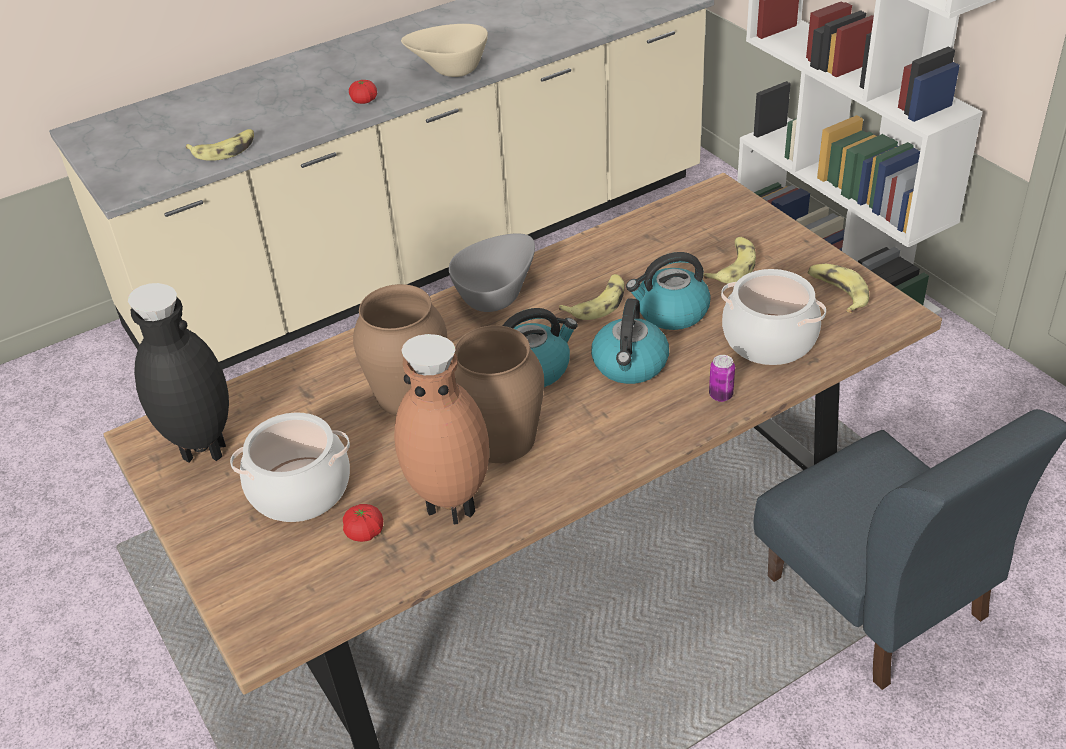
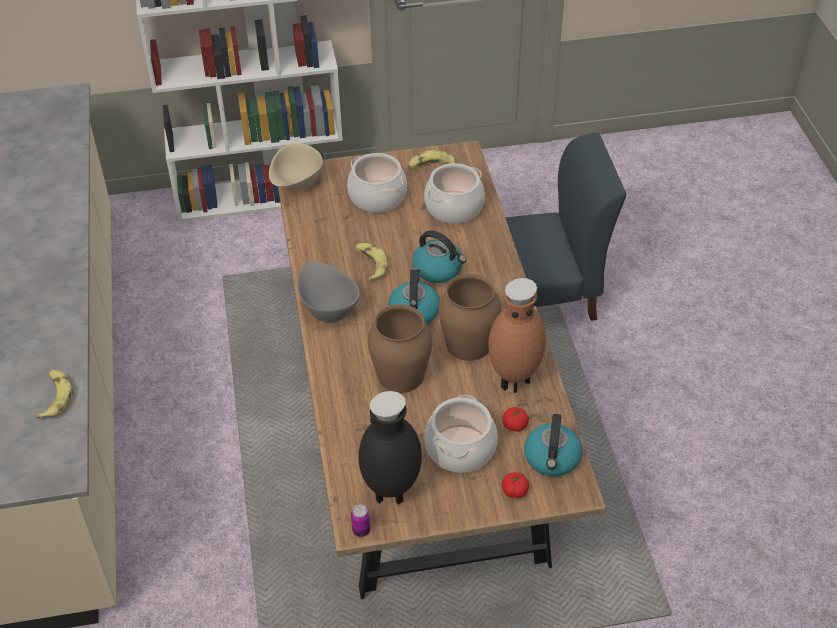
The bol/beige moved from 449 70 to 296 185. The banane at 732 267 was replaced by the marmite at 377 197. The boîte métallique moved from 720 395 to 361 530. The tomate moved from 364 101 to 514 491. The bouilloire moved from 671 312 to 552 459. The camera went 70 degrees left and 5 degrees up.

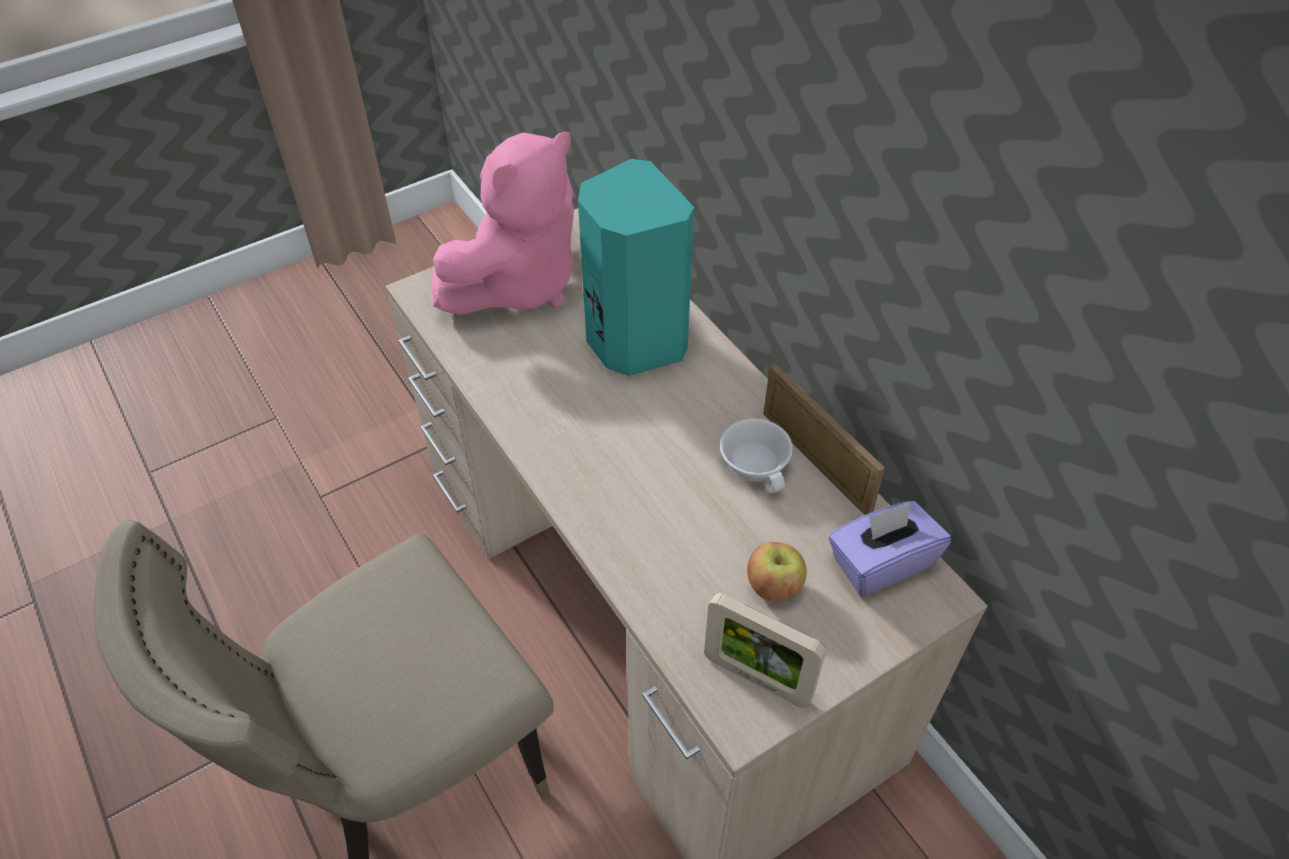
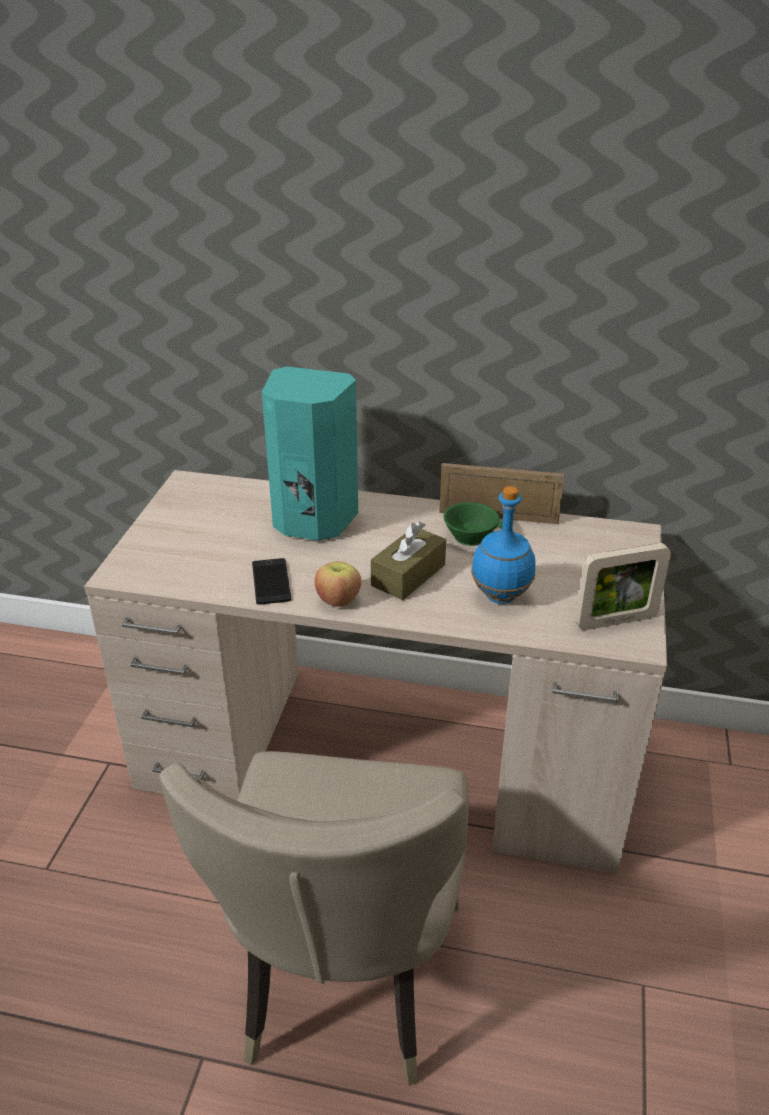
The téléphone at 271 582 appeared. The pomme moved from 774 586 to 338 599. The boîte à mouchoirs/marron at 408 575 appeared. The tasse/blanc at 757 466 became the tasse/vert at 472 536. The bouteille/bleu at 501 595 appeared. The peluche/rose at 518 283 disappeared. The boîte à mouchoirs/violet at 880 563 disappeared. The camera went 45 degrees left and 15 degrees down.

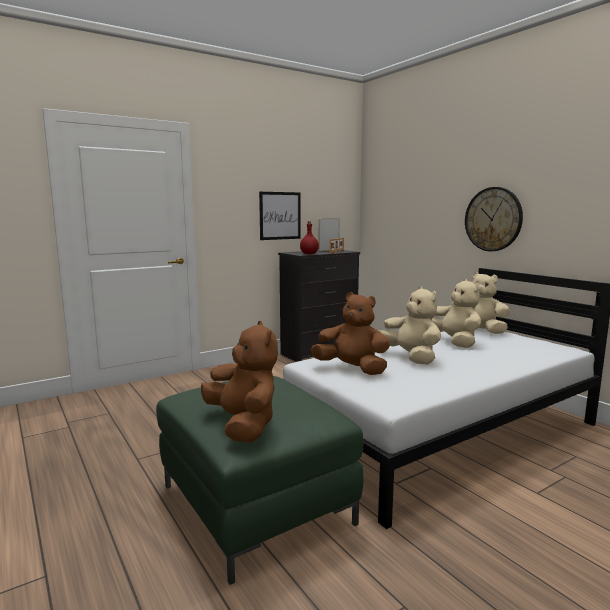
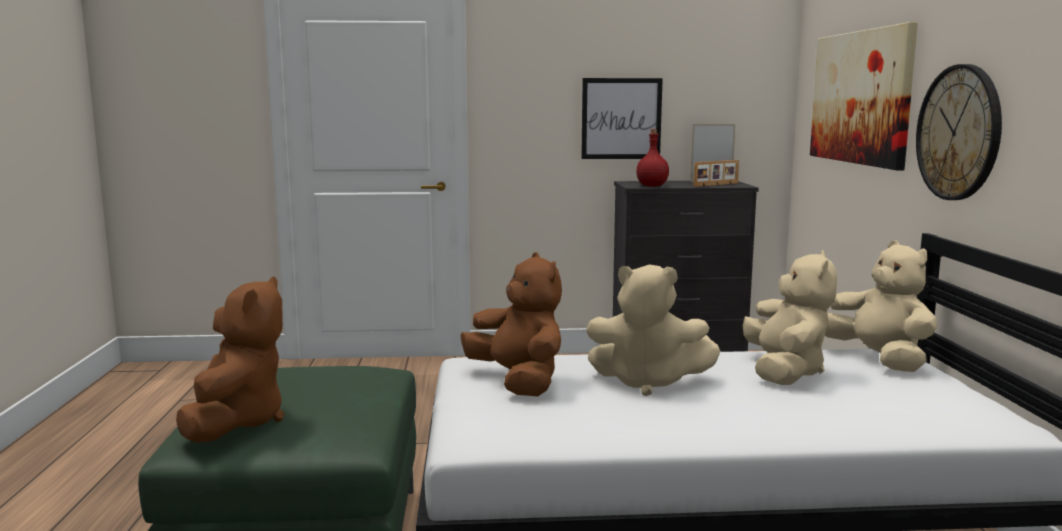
The peluche/beige at 411 357 turned 105 degrees clockwise. The tableau at 860 97 appeared. The camera went 30 degrees right and 0 degrees up.

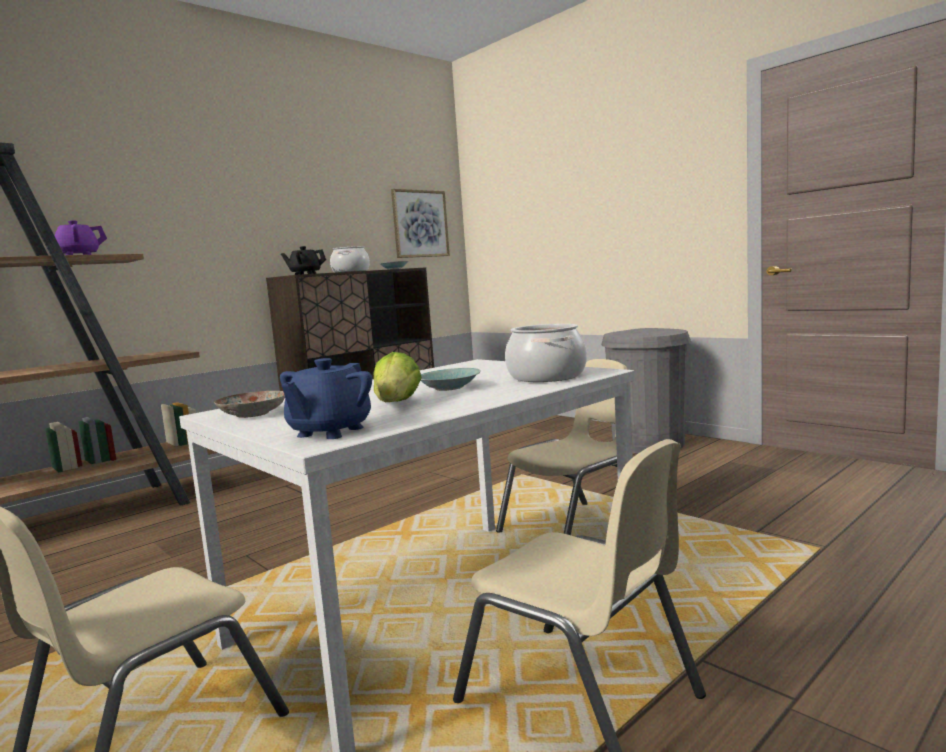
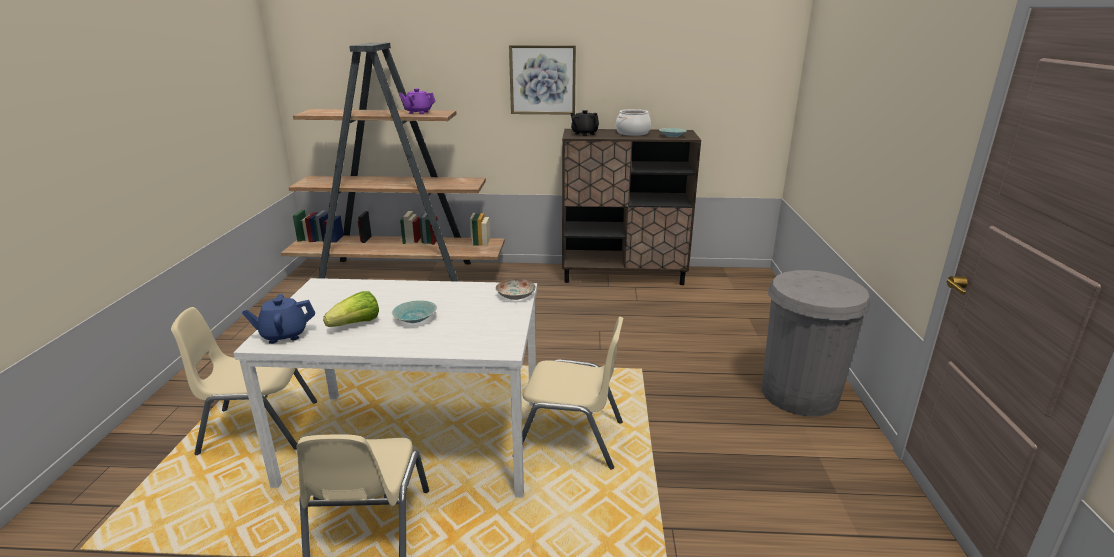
The assiette moved from 253 414 to 516 296. The tableau moved from 420 224 to 542 80. The marmite at 547 376 disappeared. The camera went 45 degrees right and 15 degrees up.

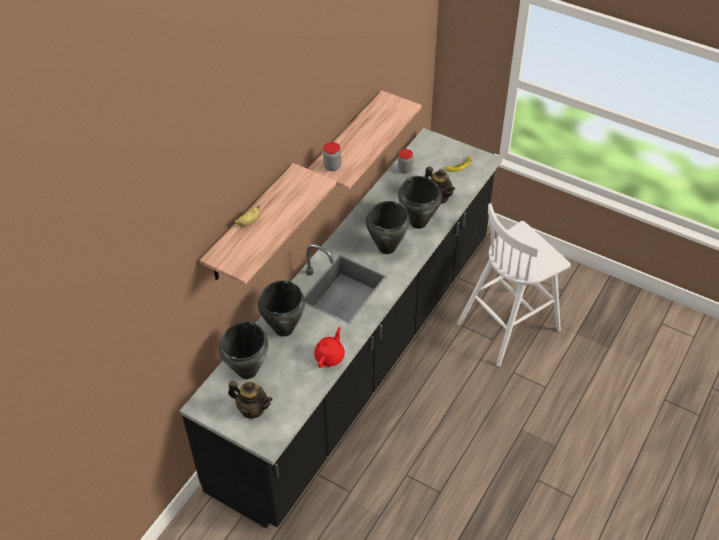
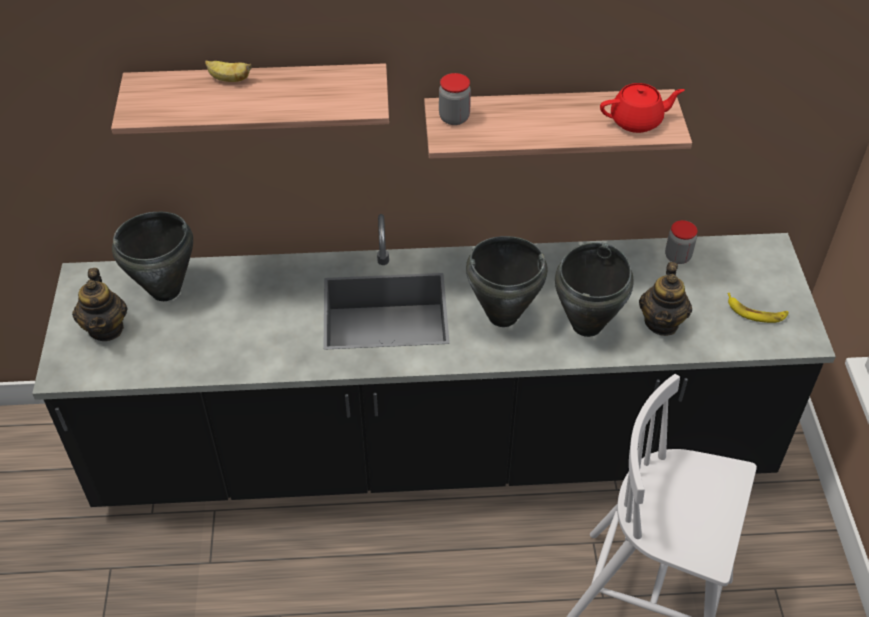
The théière/rouge moved from 330 356 to 637 121. The marmite/noir at 283 329 disappeared. The camera went 55 degrees right and 0 degrees up.

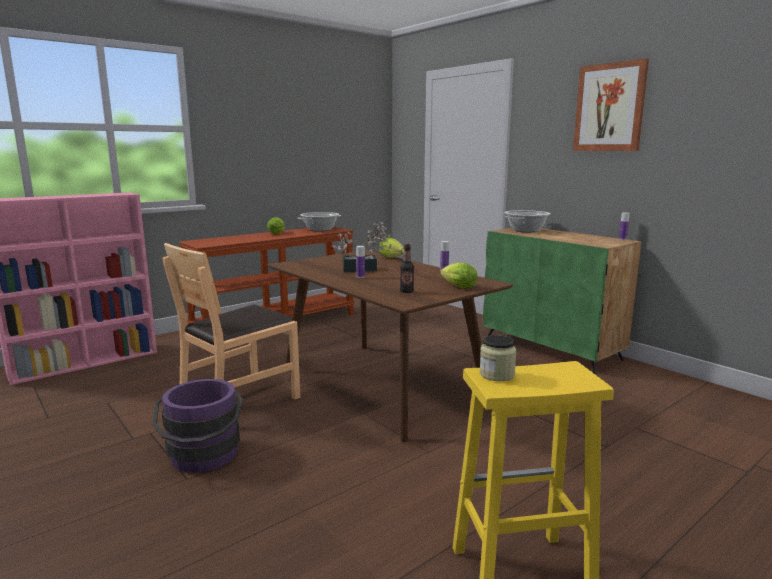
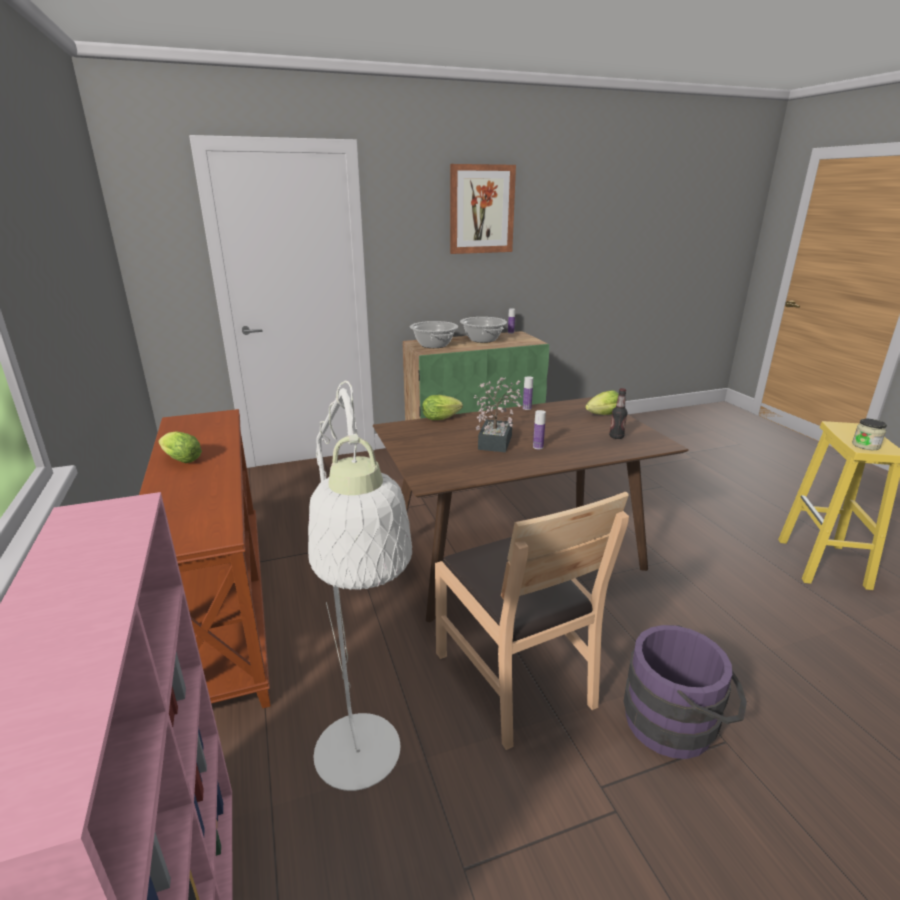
The lampadaire/blanc at 363 770 appeared. The marmite moved from 320 229 to 483 339. The camera went 70 degrees left and 10 degrees up.

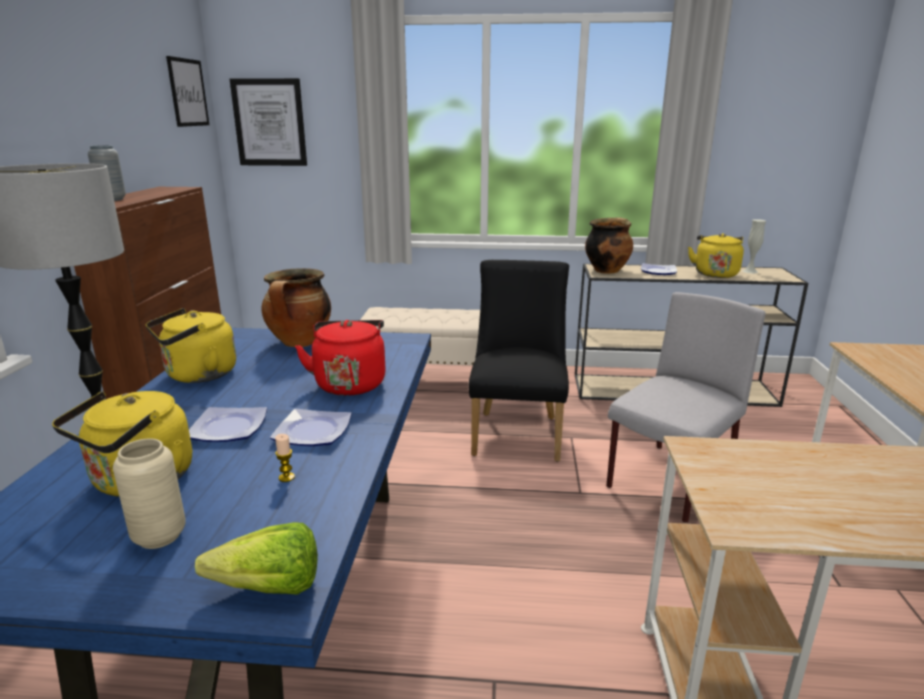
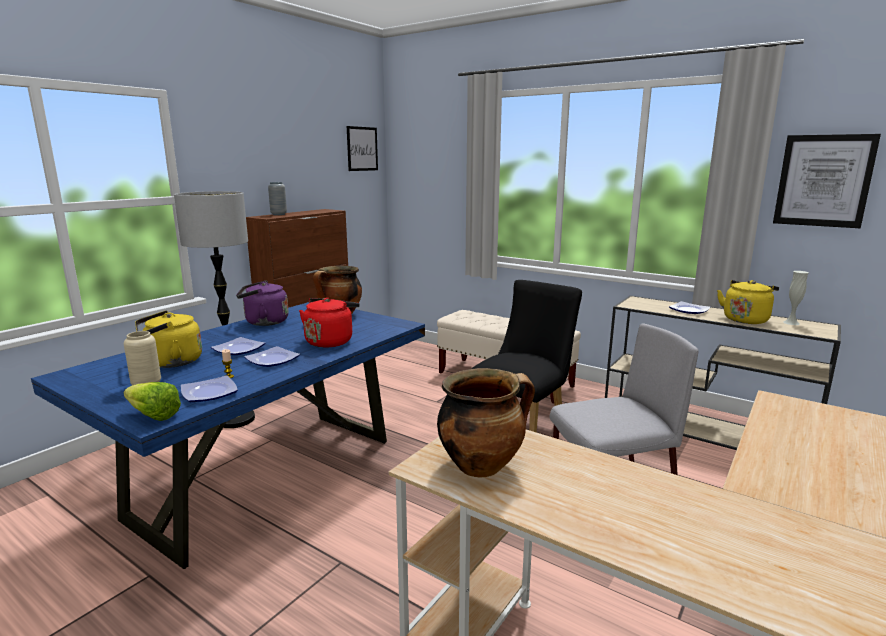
The assiette at 210 393 appeared. The bouilloire/jaune at 197 375 became the bouilloire/violet at 264 322. The marmite moved from 607 270 to 482 465. The tableau moved from 269 123 to 823 181. The camera went 30 degrees right and 5 degrees down.

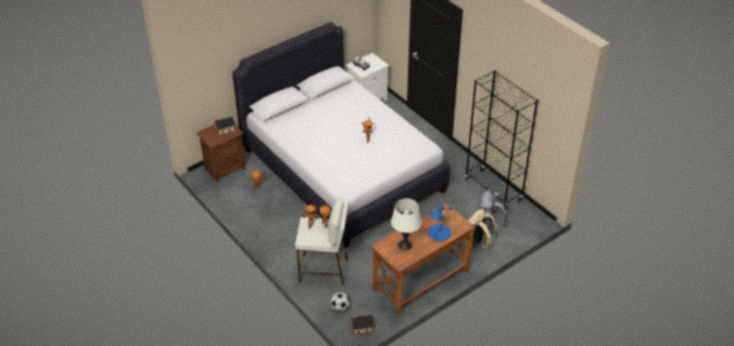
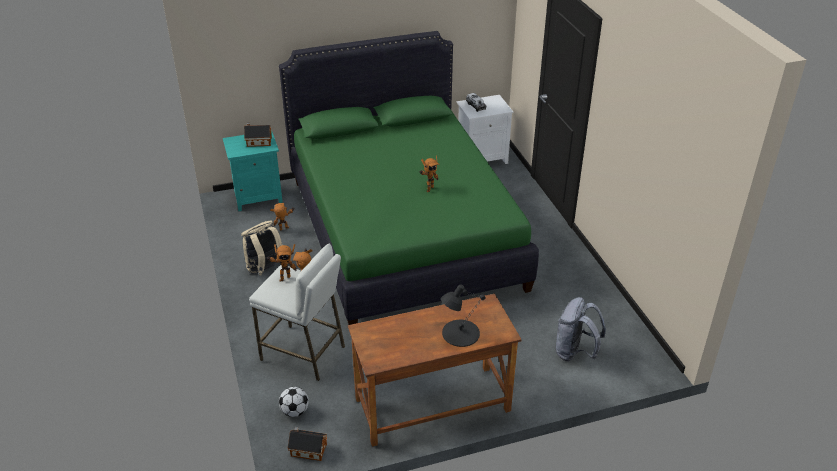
The table de chevet/marron at 224 168 became the table de chevet/turquoise at 257 197. The sac à dos/beige moved from 478 244 to 265 270. The lit/blanc at 342 170 became the lit/vert at 403 232. The lampe de table/bleu at 439 232 became the lampe de table/noir at 460 333. The lampe de table/blanc at 405 245 disappeared. The bibliothèque/noir at 493 189 disappeared. The camera went 20 degrees right and 5 degrees down.

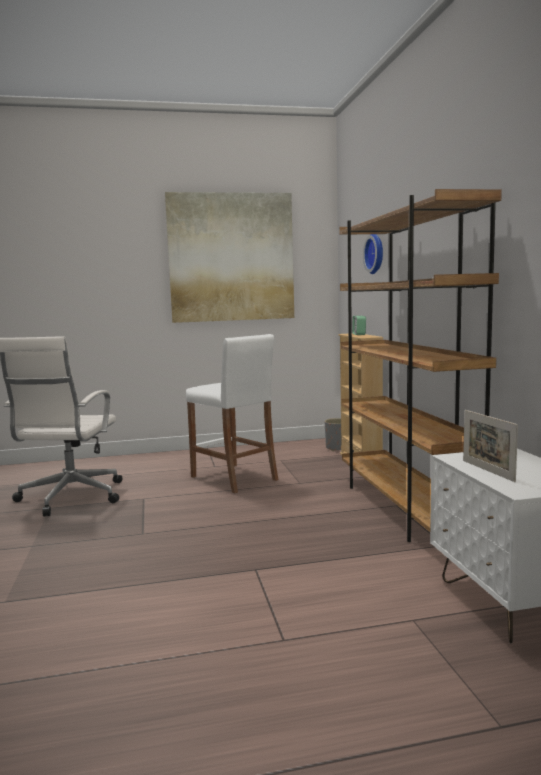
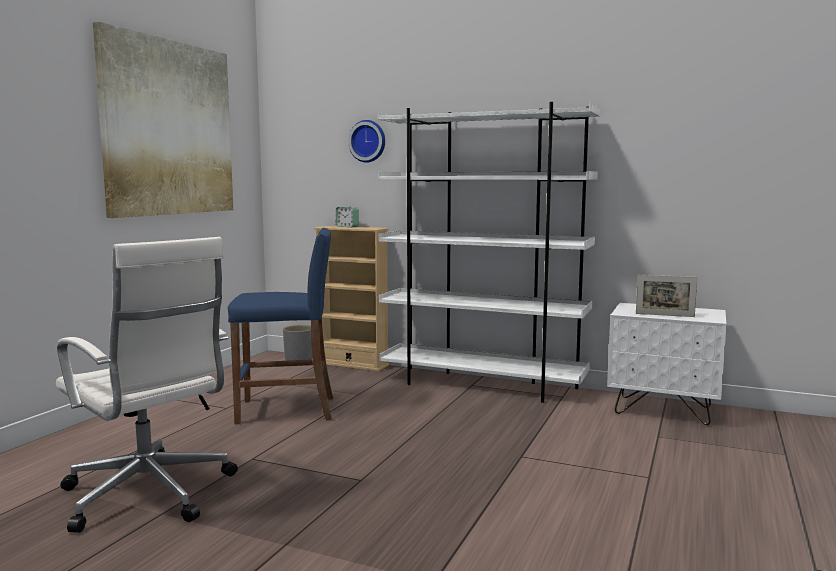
The tabouret/blanc at 234 478 became the tabouret/bleu at 287 410. The bibliothèque/marron at 404 508 became the bibliothèque/blanc at 482 385. The camera went 55 degrees left and 0 degrees up.

